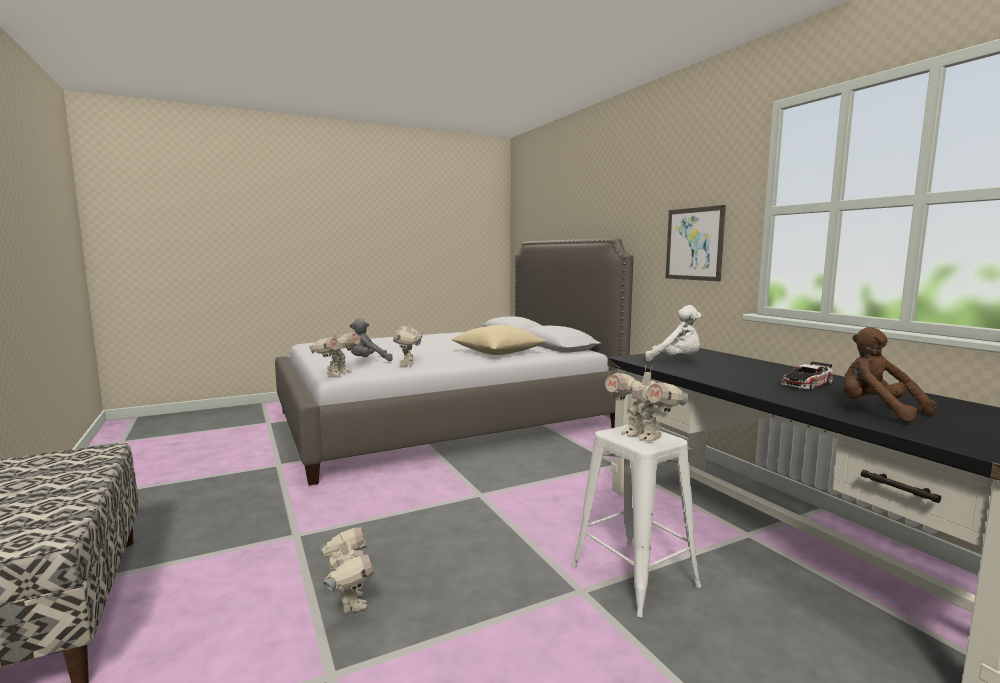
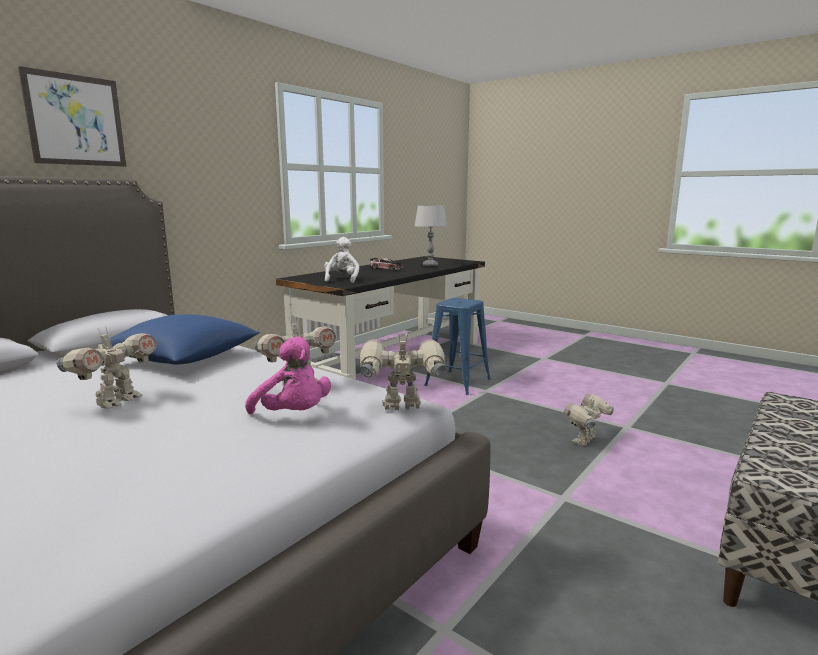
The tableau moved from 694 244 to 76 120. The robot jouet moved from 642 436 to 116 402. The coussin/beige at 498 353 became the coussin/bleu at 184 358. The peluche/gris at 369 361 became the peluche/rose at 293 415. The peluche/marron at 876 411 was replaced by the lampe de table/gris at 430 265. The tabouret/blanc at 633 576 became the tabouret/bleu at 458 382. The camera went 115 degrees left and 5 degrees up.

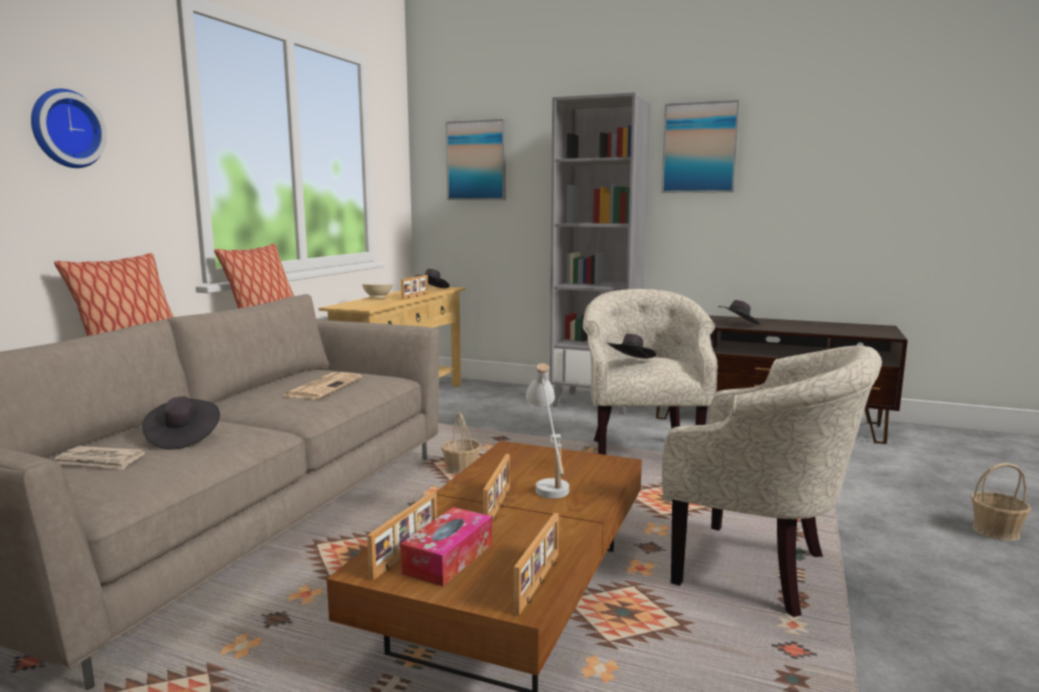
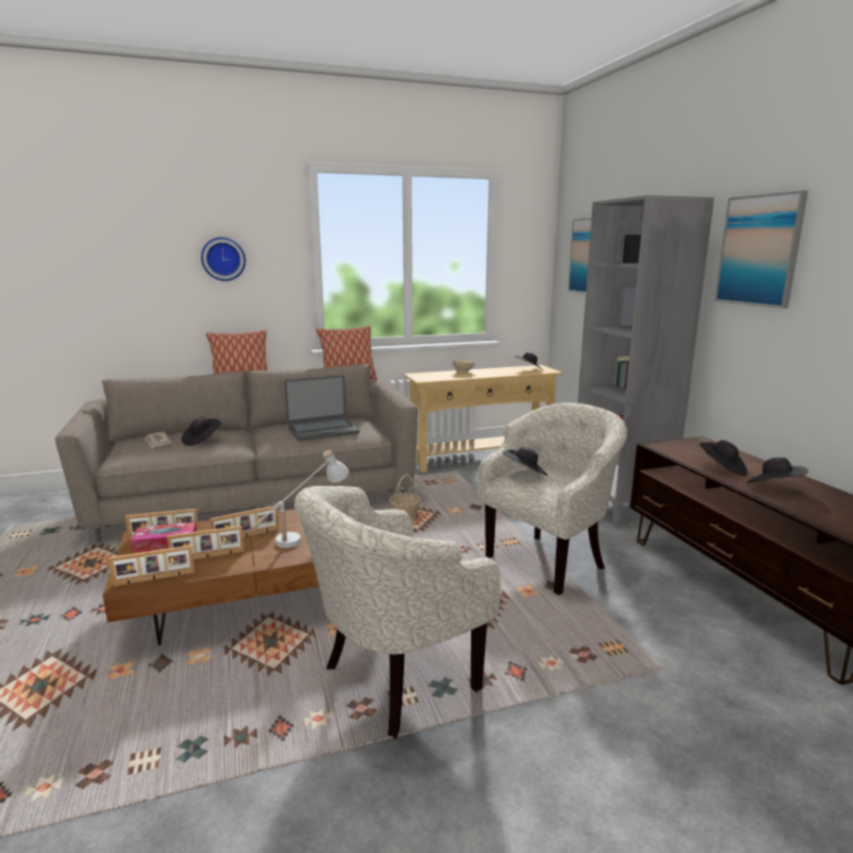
The cadre photo moved from 416 296 to 208 557. The journal at 323 387 was replaced by the ordinateur portable at 322 430. The fauteuil/beige at 760 571 turned 60 degrees clockwise. The chapeau/noir at 773 487 appeared. The panier at 996 531 disappeared. The camera went 50 degrees right and 5 degrees up.

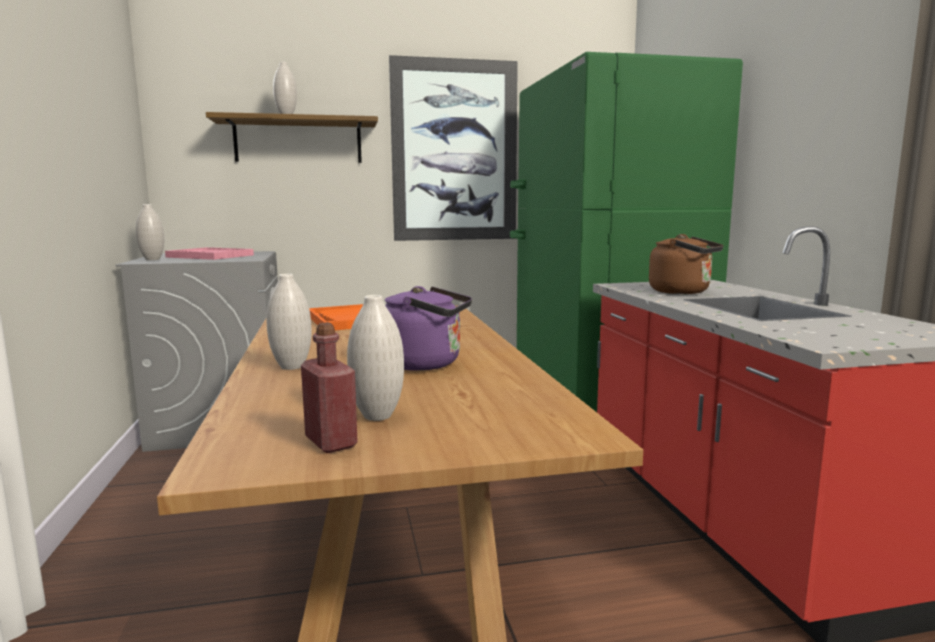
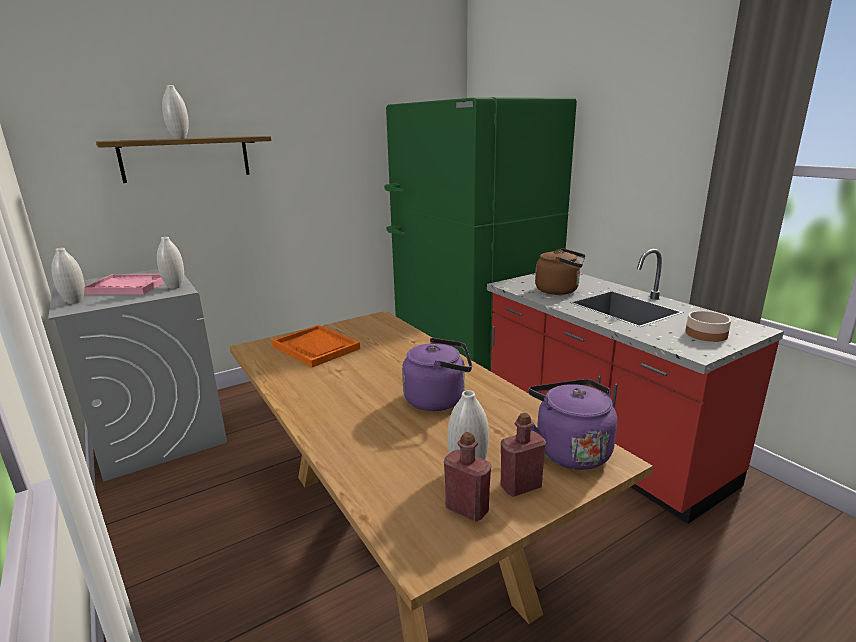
The vase/blanc moved from 291 367 to 175 287. The bouteille/rouge at 520 486 appeared. The bouilloire/violet at 569 450 appeared. The bol at 706 334 appeared. The tableau at 455 151 disappeared. The camera went 20 degrees left and 10 degrees up.

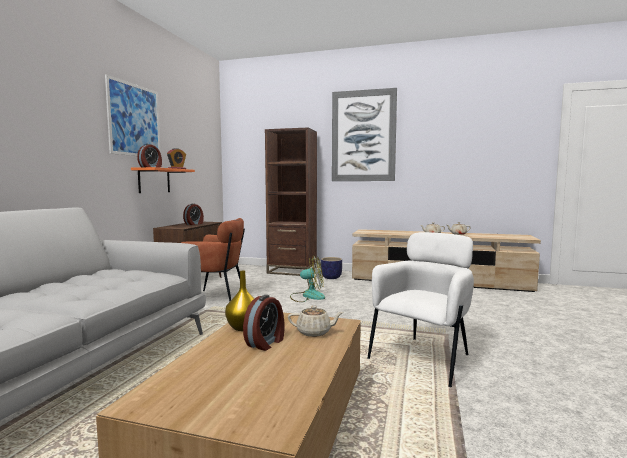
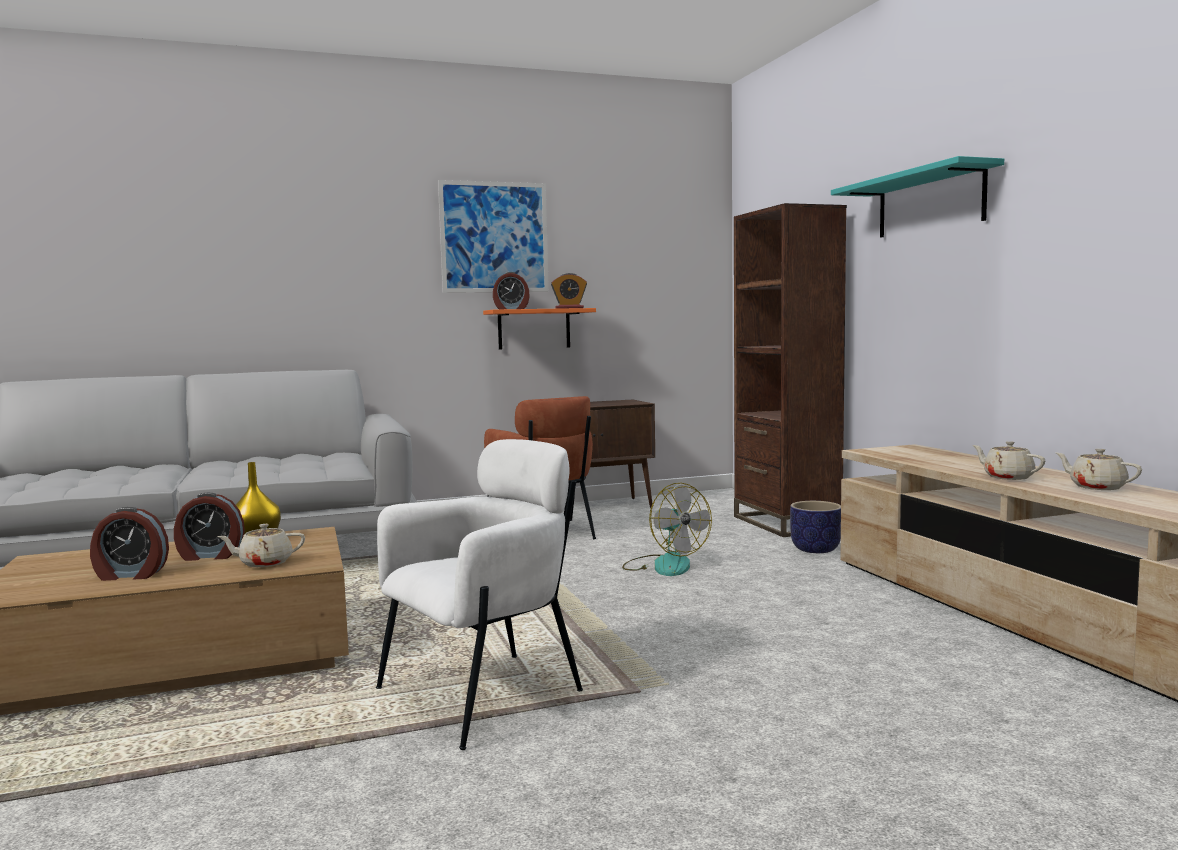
The réveil moved from 194 224 to 130 575. The théière/beige at 314 332 turned 105 degrees clockwise. The fauteuil/blanc at 424 358 turned 45 degrees counterclockwise. The tableau at 363 136 was replaced by the étagère/turquoise at 930 203. The camera went 55 degrees right and 0 degrees up.

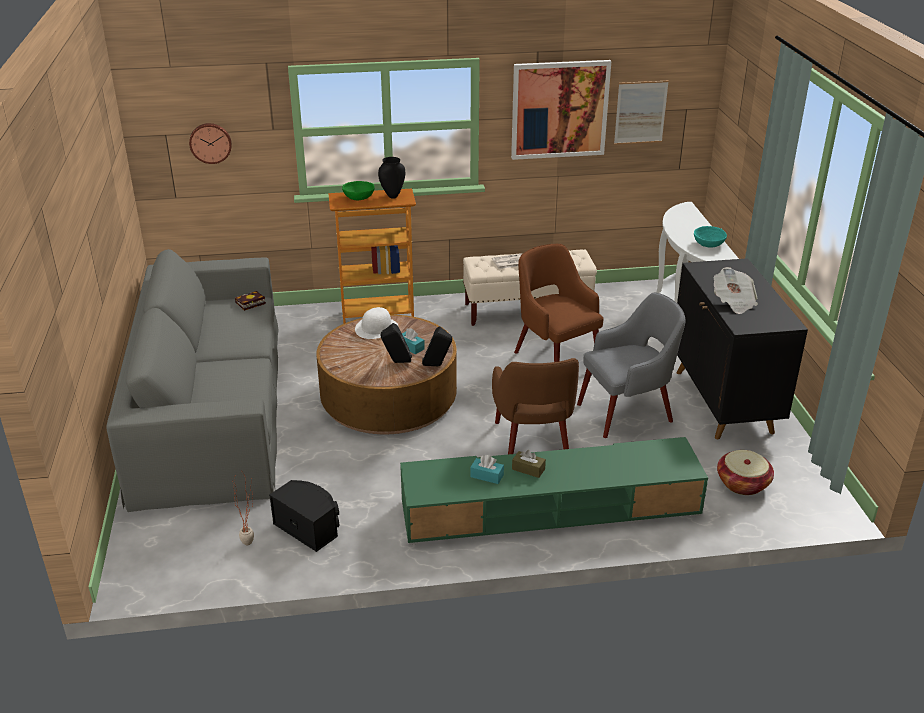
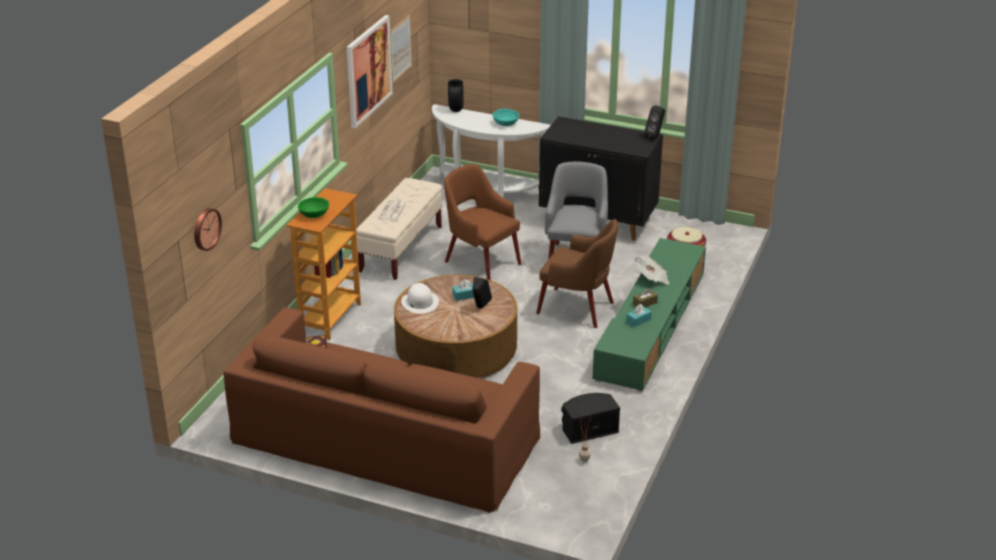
The canapé/gris at 210 407 became the canapé/marron at 385 439. The fauteuil/marron at 555 358 turned 45 degrees clockwise. The vase/noir moved from 392 196 to 455 110. The journal moved from 733 302 to 651 278. The enceinte/noir moved from 437 366 to 655 136. The camera went 60 degrees left and 0 degrees up.

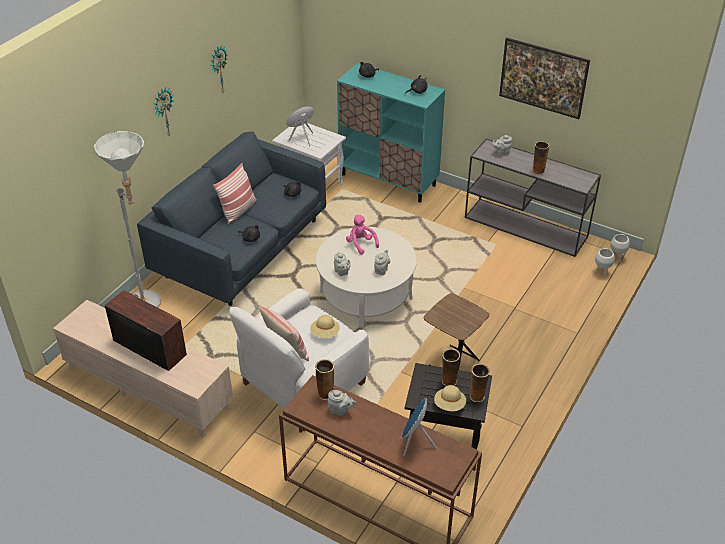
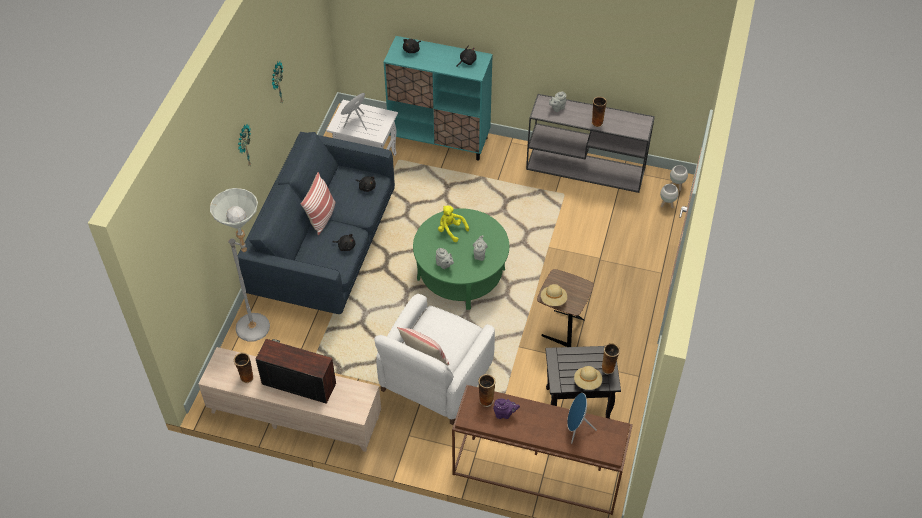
The vase moved from 448 381 to 246 378. The table basse/blanc at 366 295 became the table basse/vert at 461 274. The peluche/rose at 361 244 became the peluche/jaune at 451 230. The théière/gris at 340 411 became the théière/violet at 504 414. The chapeau/beige moved from 325 333 to 553 300. The tableau at 541 92 disappeared. The camera went 15 degrees left and 10 degrees up.

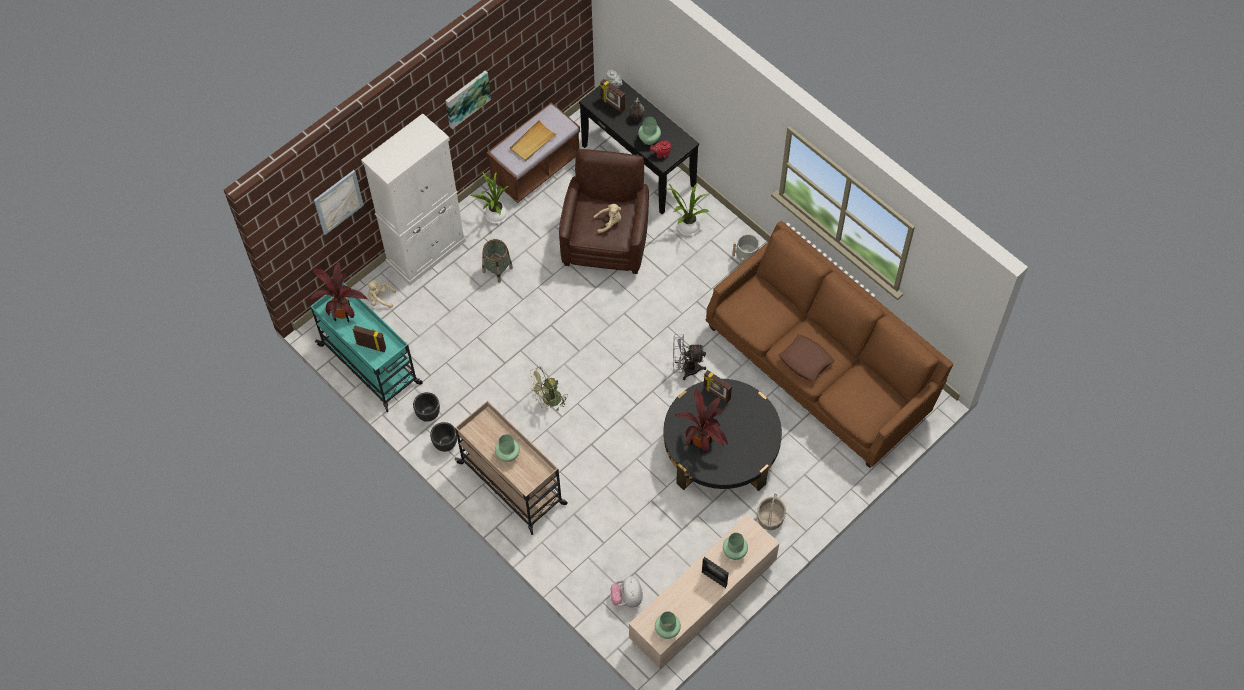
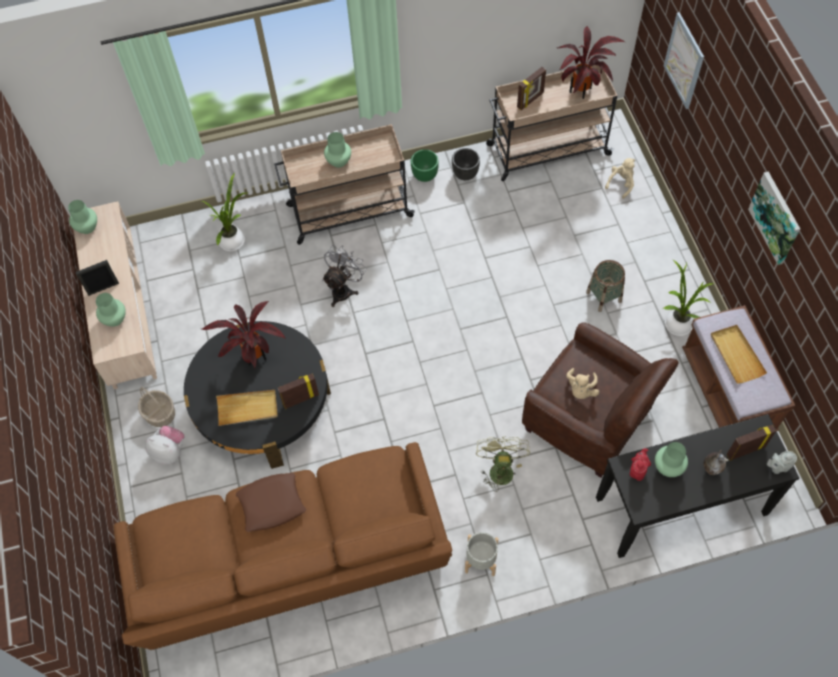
The peluche moved from 627 598 to 169 451. The plante en pot moved from 686 226 to 233 240. The plateau/beige at 247 408 appeared. The ventilateur/gris moved from 686 368 to 344 289. The cache-pot/noir at 445 444 became the cache-pot/vert at 425 175. The ventilateur/vert moved from 548 400 to 500 468. The chariot/turquoise at 371 365 became the chariot/beige at 547 150. The meuble de rangement/blanc at 426 251 disappeared. The camera went 120 degrees right and 0 degrees up.

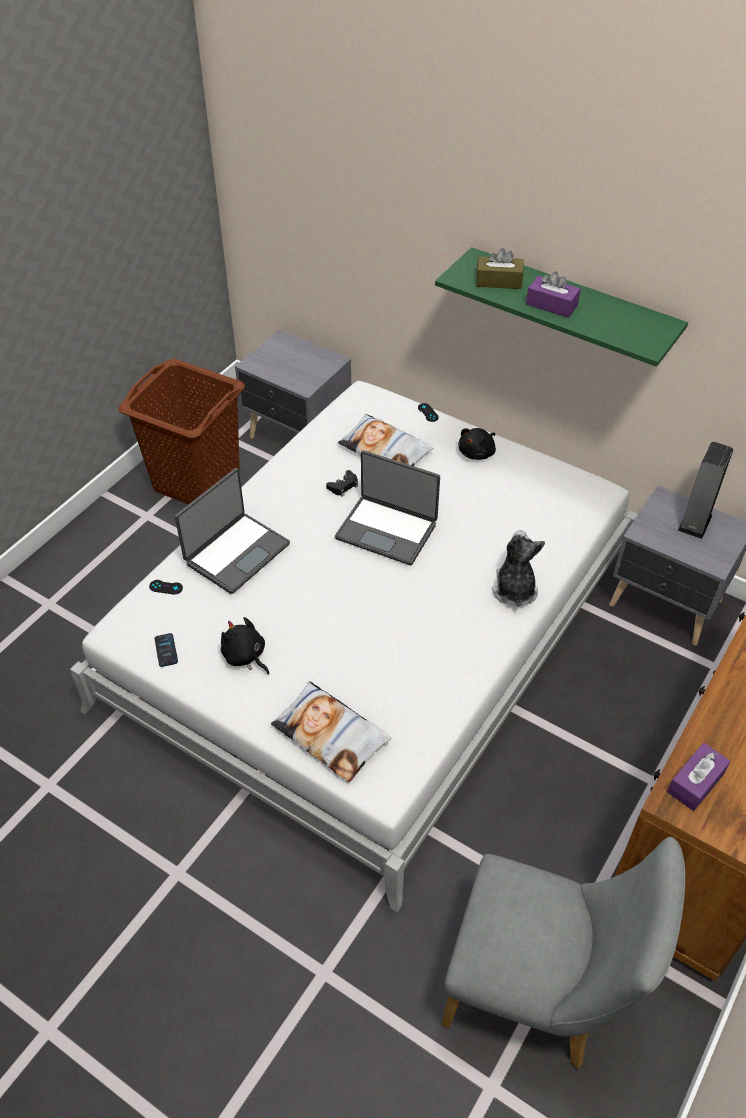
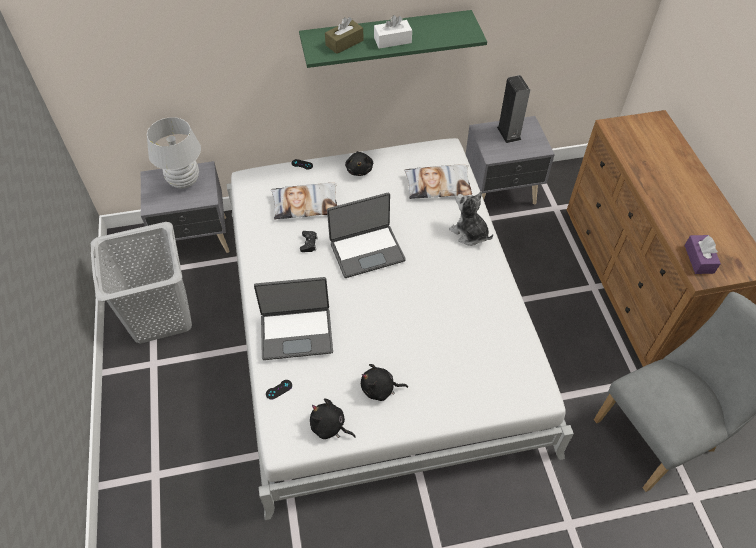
The panier à linge/marron at 197 480 became the panier à linge/gris at 160 315. The lampe de table/blanc at 184 181 appeared. The ordinateur portable at 236 553 turned 90 degrees clockwise. The téléphone at 166 650 was replaced by the peluche/noir at 329 427. The boîte à mouchoirs/violet at 551 305 became the boîte à mouchoirs/blanc at 392 40. The coussin moved from 331 735 to 438 185. The camera went 45 degrees left and 5 degrees up.

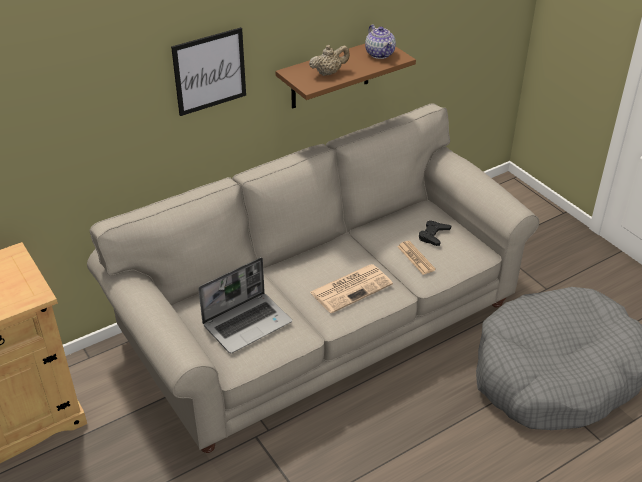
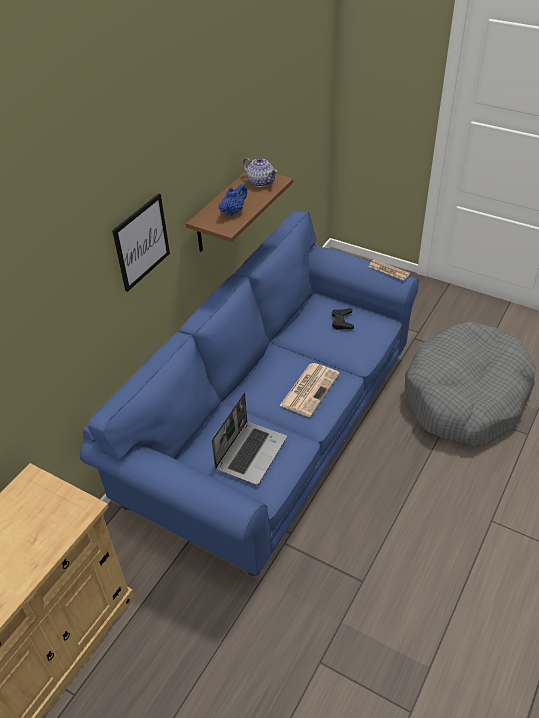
The canapé/beige at 321 324 became the canapé/bleu at 272 426. The théière/beige at 329 73 became the théière/bleu at 233 211. The journal moved from 416 258 to 388 270. The camera went 25 degrees left and 5 degrees up.

